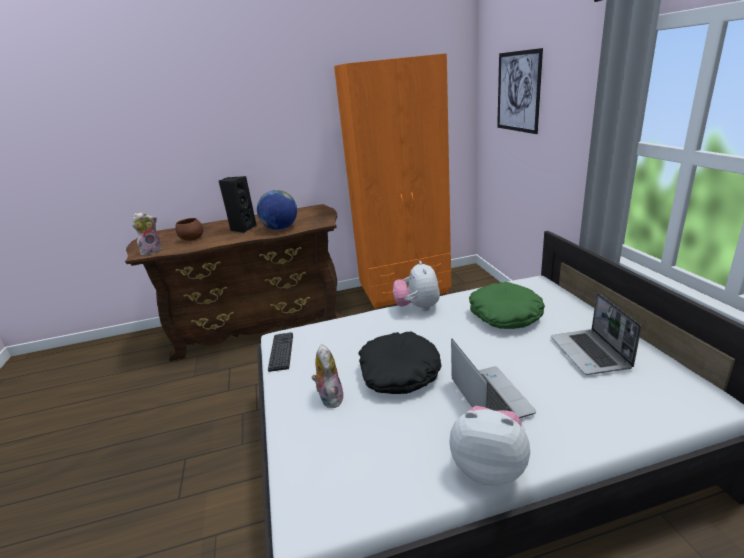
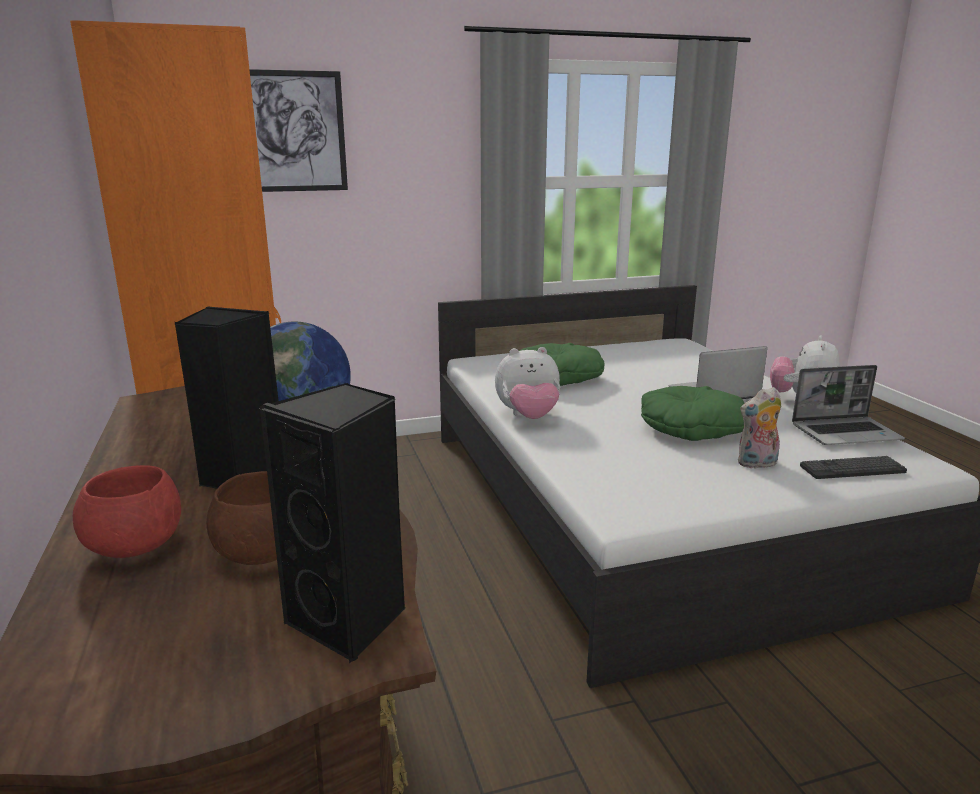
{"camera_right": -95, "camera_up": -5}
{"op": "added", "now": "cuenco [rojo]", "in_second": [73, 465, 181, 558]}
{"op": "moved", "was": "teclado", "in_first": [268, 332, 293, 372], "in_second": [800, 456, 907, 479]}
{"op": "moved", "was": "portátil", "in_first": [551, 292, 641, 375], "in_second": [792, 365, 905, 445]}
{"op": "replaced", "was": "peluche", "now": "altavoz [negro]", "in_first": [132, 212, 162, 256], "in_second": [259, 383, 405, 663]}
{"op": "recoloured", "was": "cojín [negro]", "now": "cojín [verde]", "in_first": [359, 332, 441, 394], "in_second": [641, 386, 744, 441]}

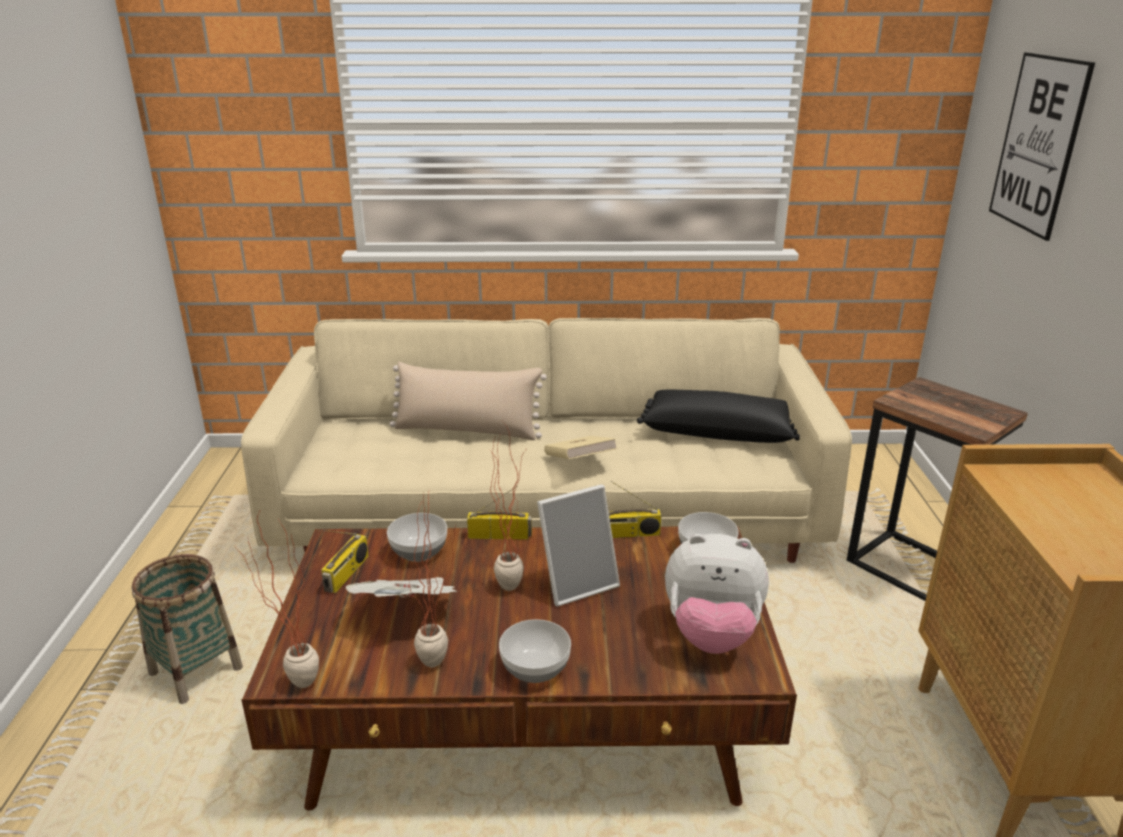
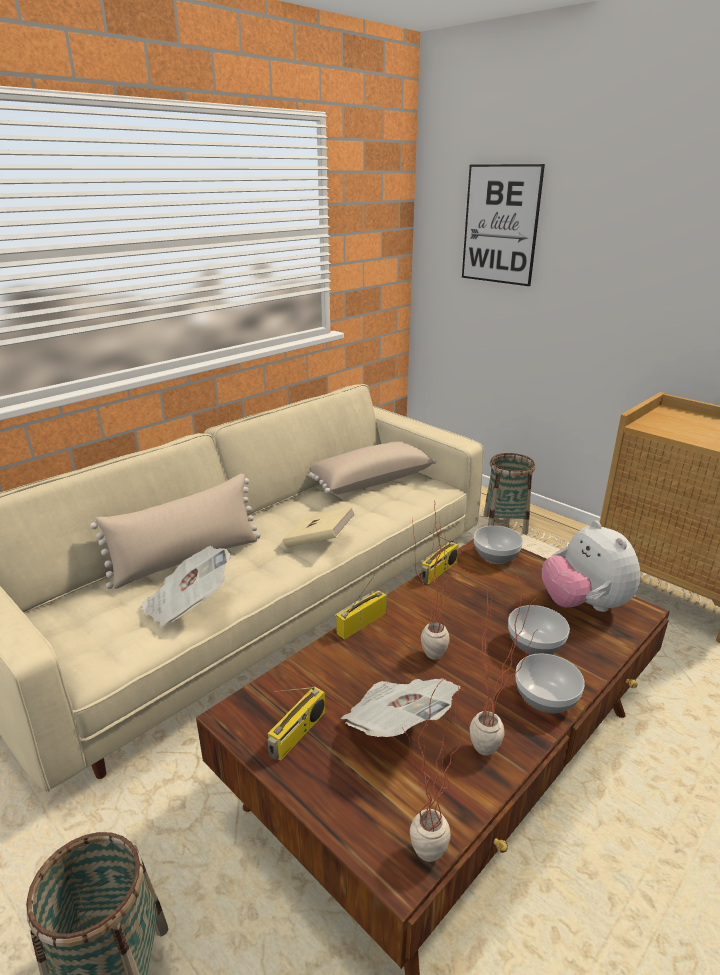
{"camera_right": -45, "camera_up": 0}
{"op": "removed", "was": "portarretratos", "in_first": [537, 484, 620, 607]}
{"op": "added", "now": "periódico", "in_second": [141, 546, 231, 627]}
{"op": "moved", "was": "cuenco", "in_first": [387, 513, 447, 562], "in_second": [508, 605, 570, 655]}
{"op": "replaced", "was": "mesa auxiliar", "now": "cesta", "in_first": [847, 377, 1028, 601], "in_second": [484, 453, 535, 535]}
{"op": "recoloured", "was": "cojín [negro]", "now": "cojín [beis]", "in_first": [637, 390, 800, 443], "in_second": [309, 441, 436, 494]}
{"op": "turned", "was": "radio", "in_first": [321, 530, 369, 593], "in_second": [267, 686, 326, 761], "clockwise": 60}
{"op": "turned", "was": "peluche", "in_first": [665, 534, 769, 654], "in_second": [542, 520, 640, 612], "clockwise": 105}

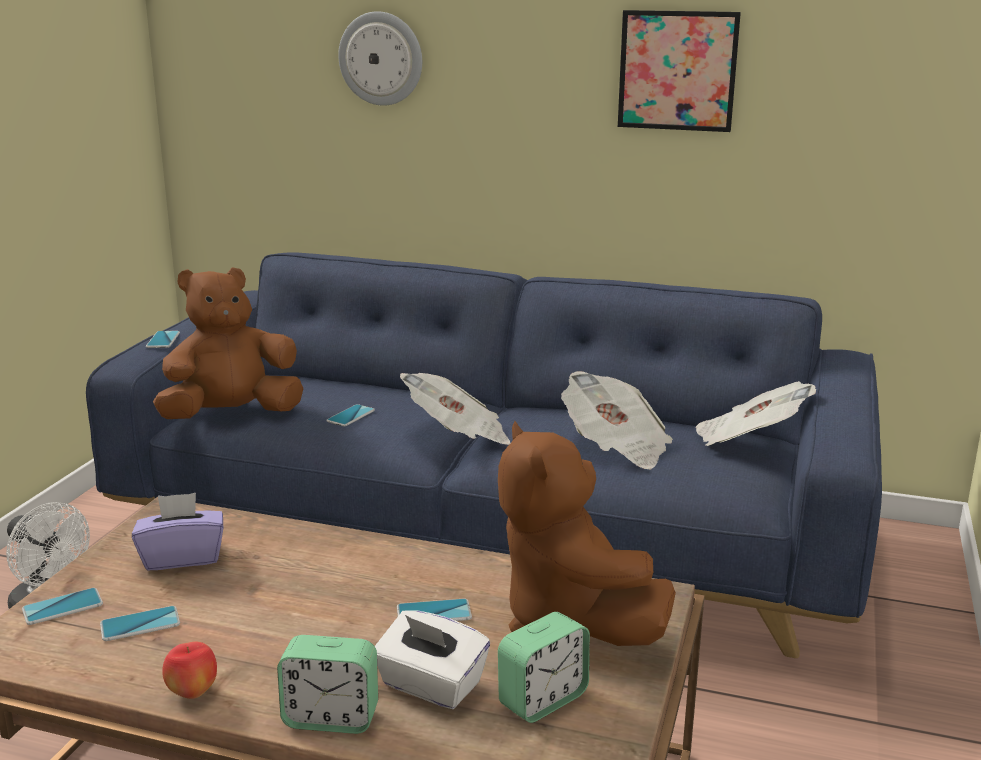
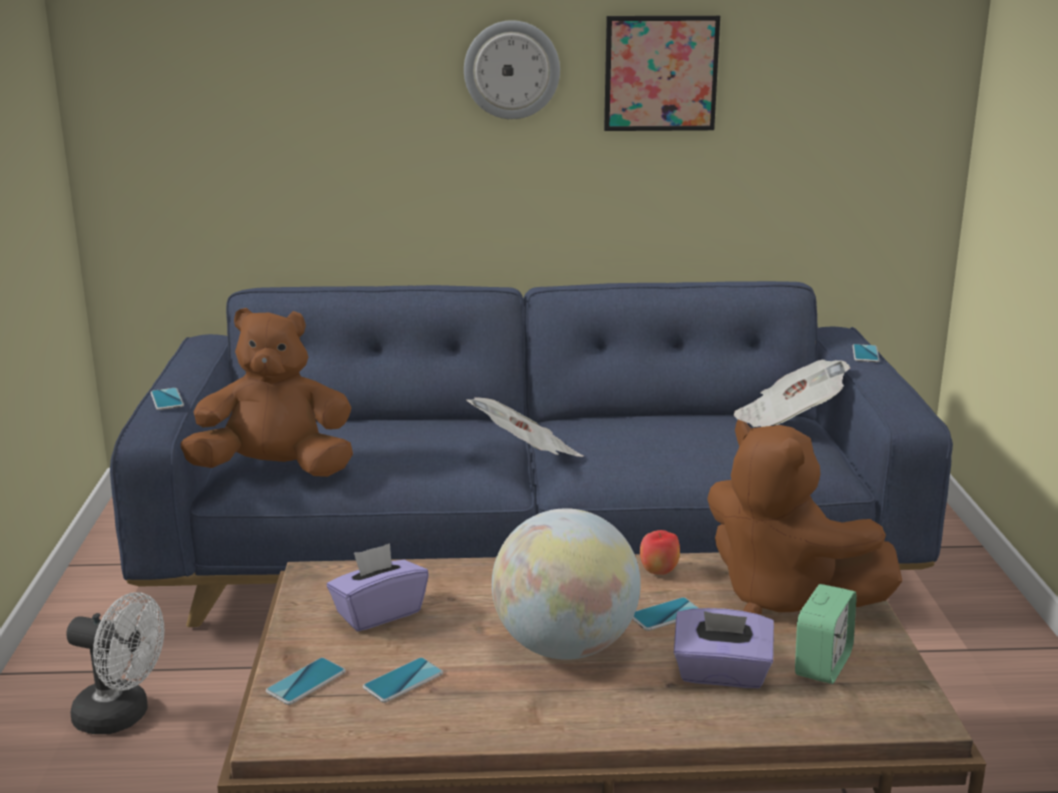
{"camera_right": -20, "camera_up": 0}
{"op": "removed", "was": "despertador", "in_first": [277, 635, 378, 734]}
{"op": "removed", "was": "periódico", "in_first": [561, 371, 673, 469]}
{"op": "added", "now": "globo terráqueo", "in_second": [492, 508, 641, 660]}
{"op": "moved", "was": "manzana", "in_first": [162, 642, 217, 699], "in_second": [640, 530, 680, 575]}
{"op": "moved", "was": "móvil", "in_first": [326, 404, 375, 427], "in_second": [852, 344, 880, 362]}
{"op": "moved", "was": "reloj de pared", "in_first": [338, 11, 422, 106], "in_second": [464, 20, 560, 119]}
{"op": "recoloured", "was": "caja de pañuelos [blanco]", "now": "caja de pañuelos [morado]", "in_first": [375, 611, 490, 709], "in_second": [674, 608, 774, 688]}
{"op": "turned", "was": "peluche [marrón]", "in_first": [153, 267, 304, 419], "in_second": [181, 308, 353, 477], "clockwise": 45}

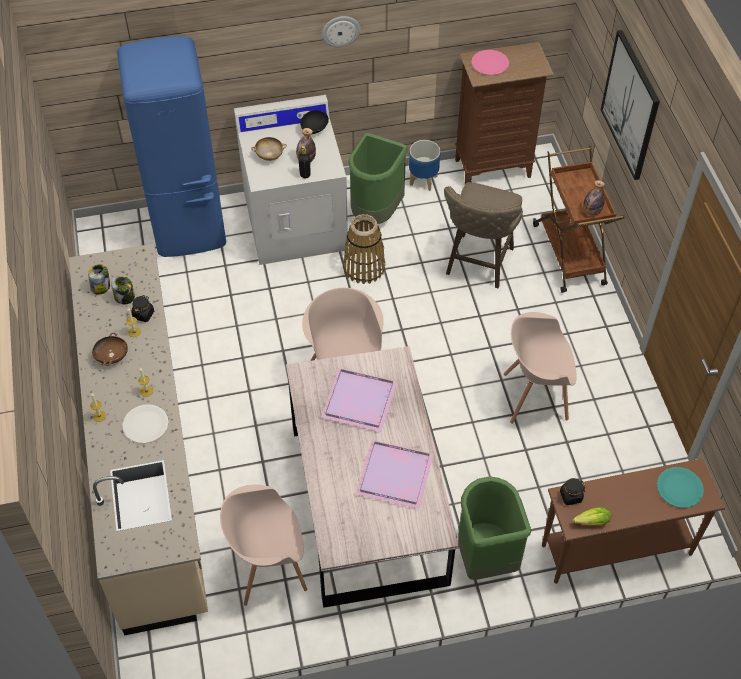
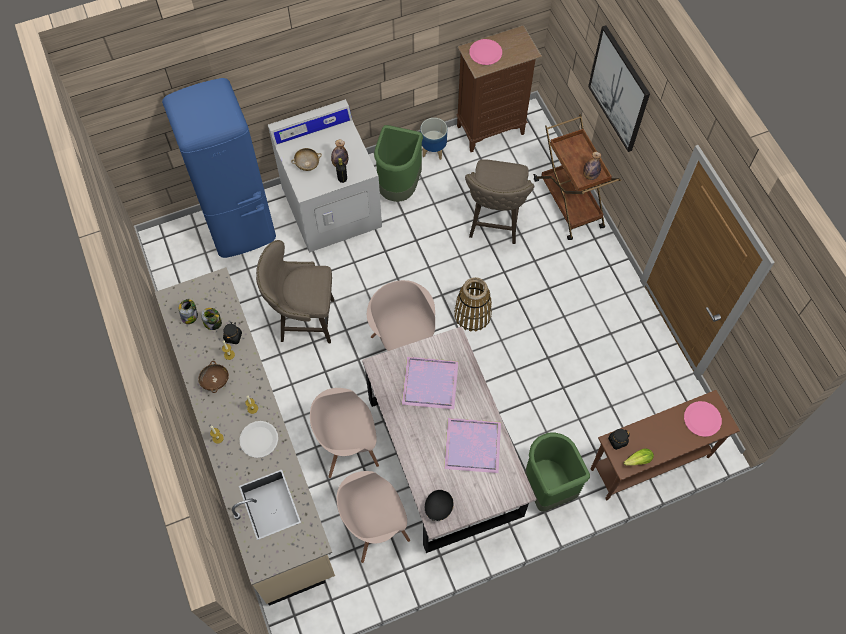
{"camera_right": -10, "camera_up": 10}
{"op": "removed", "was": "reloj de pared", "in_first": [322, 16, 360, 48]}
{"op": "added", "now": "taburete [beis]", "in_second": [256, 240, 334, 343]}
{"op": "moved", "was": "cuenco [negro]", "in_first": [300, 110, 329, 134], "in_second": [425, 490, 454, 521]}
{"op": "moved", "was": "cesta", "in_first": [343, 214, 385, 284], "in_second": [454, 277, 492, 332]}
{"op": "moved", "was": "silla [beis]", "in_first": [504, 312, 577, 424], "in_second": [310, 388, 379, 478]}
{"op": "recoloured", "was": "plato [turquesa]", "now": "plato [rosa]", "in_first": [657, 467, 704, 508], "in_second": [684, 401, 722, 437]}

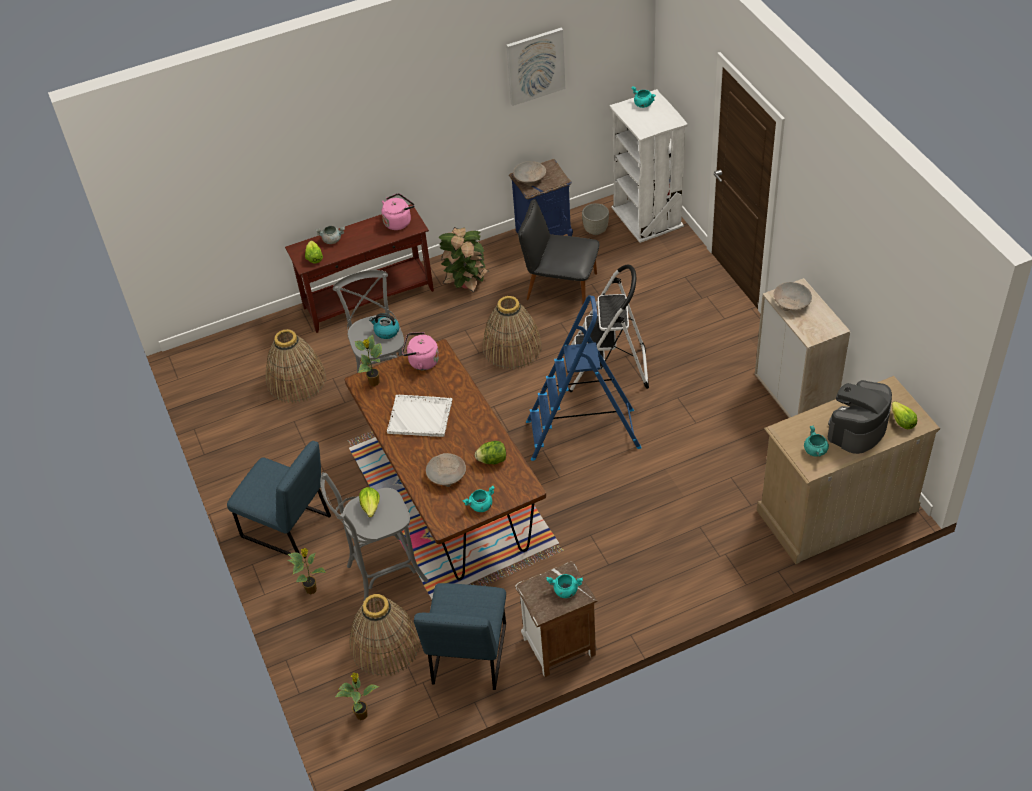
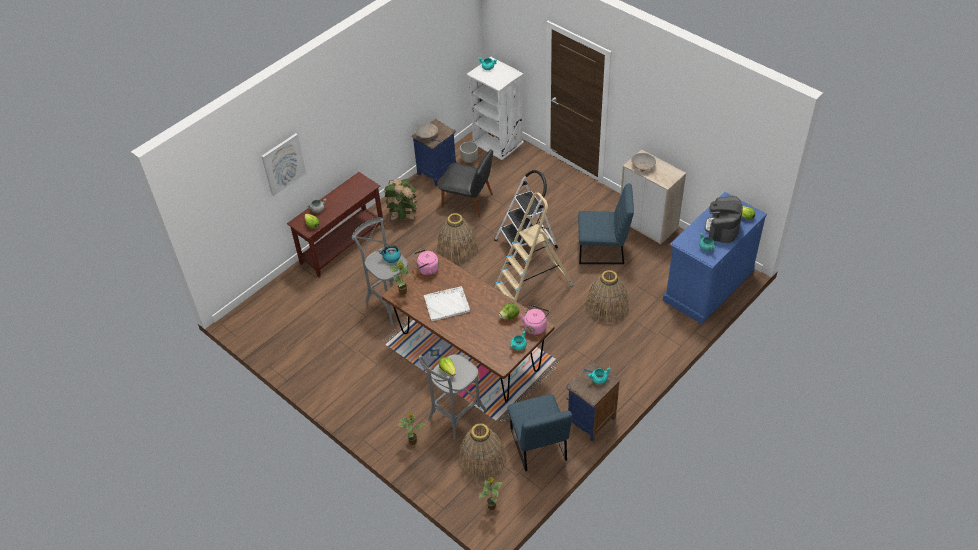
{"camera_right": -25, "camera_up": 0}
{"op": "removed", "was": "cuenco [beis]", "in_first": [426, 453, 466, 487]}
{"op": "moved", "was": "silla [azul]", "in_first": [227, 441, 331, 556], "in_second": [578, 184, 634, 264]}
{"op": "moved", "was": "cesta", "in_first": [266, 329, 326, 404], "in_second": [586, 270, 629, 323]}
{"op": "moved", "was": "hervidor [rosa]", "in_first": [381, 193, 415, 230], "in_second": [520, 305, 549, 335]}
{"op": "moved", "was": "cuadro", "in_first": [506, 28, 565, 106], "in_second": [261, 133, 306, 196]}
{"op": "recoloured", "was": "mesita de noche [blanco]", "now": "mesita de noche [azul]", "in_first": [515, 562, 598, 677], "in_second": [566, 362, 621, 442]}
{"op": "recoloured", "was": "escalera de tijera [azul]", "now": "escalera de tijera [beis]", "in_first": [526, 295, 642, 461], "in_second": [495, 192, 574, 302]}
{"op": "recoloured", "was": "cómoda [beis]", "now": "cómoda [azul]", "in_first": [757, 376, 940, 564], "in_second": [663, 192, 767, 325]}
{"op": "turned", "was": "silla [negro]", "in_first": [518, 199, 599, 304], "in_second": [438, 149, 493, 218], "clockwise": -150}

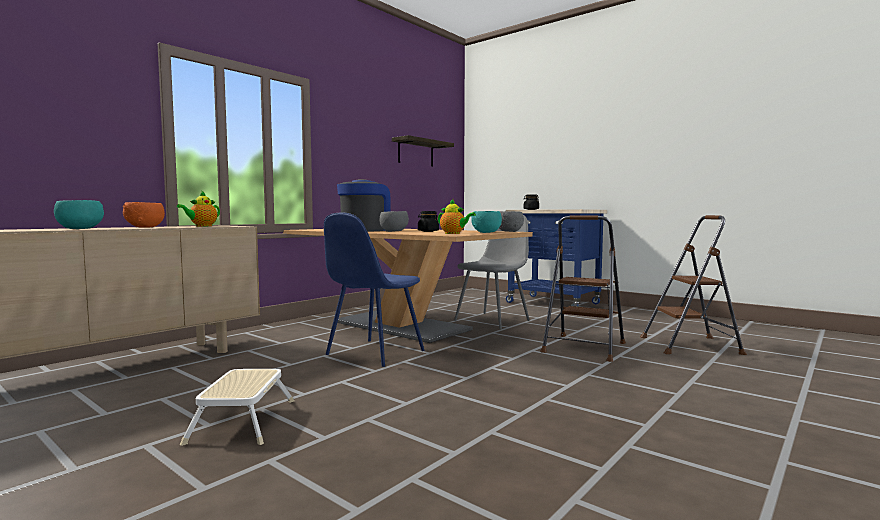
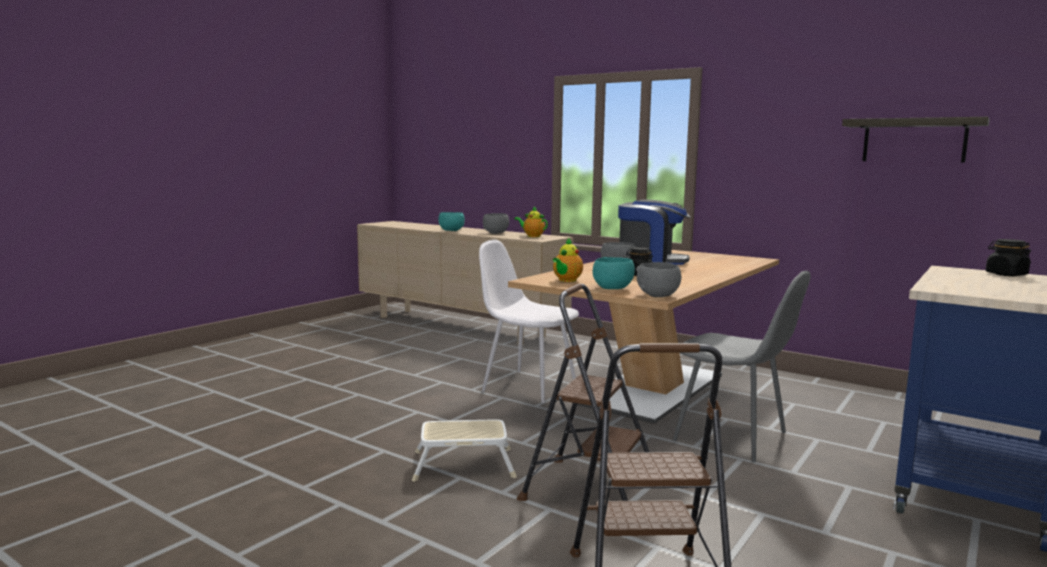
{"camera_right": 85, "camera_up": 5}
{"op": "moved", "was": "escalera de tijera [beis]", "in_first": [180, 369, 294, 446], "in_second": [412, 419, 517, 482]}
{"op": "recoloured", "was": "cuenco [naranja]", "now": "cuenco [gris]", "in_first": [123, 202, 165, 228], "in_second": [483, 213, 509, 234]}
{"op": "recoloured", "was": "silla [azul]", "now": "silla [blanco]", "in_first": [324, 213, 424, 367], "in_second": [479, 240, 579, 403]}

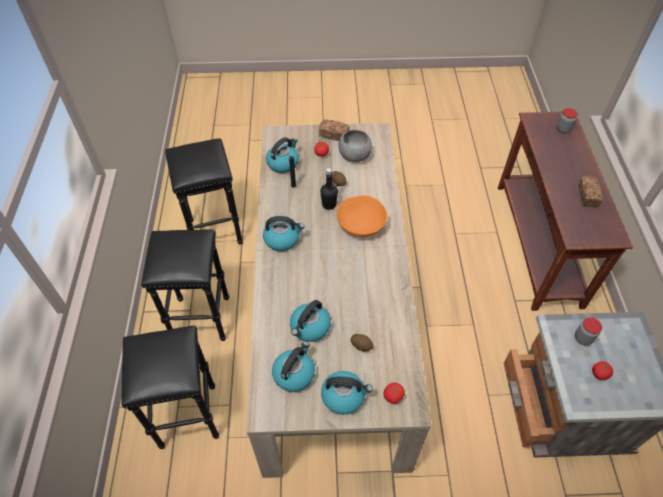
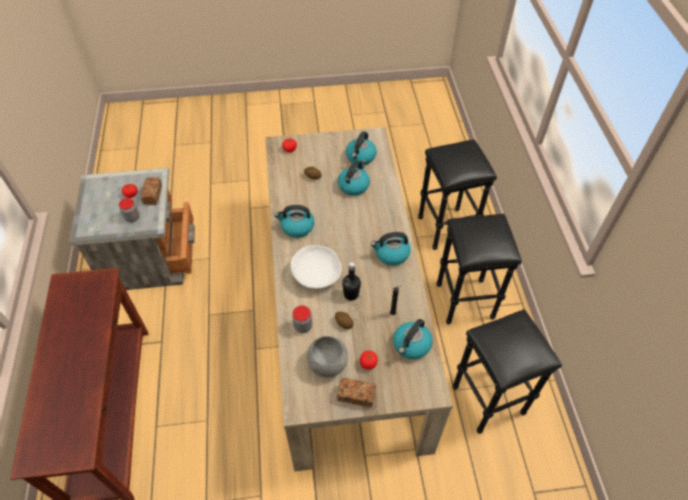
{"camera_right": 175, "camera_up": 0}
{"op": "moved", "was": "hervidor", "in_first": [321, 371, 373, 415], "in_second": [274, 205, 314, 238]}
{"op": "moved", "was": "tarro", "in_first": [556, 108, 578, 133], "in_second": [292, 306, 312, 333]}
{"op": "moved", "was": "pan", "in_first": [578, 175, 603, 208], "in_second": [141, 177, 162, 205]}
{"op": "recoloured", "was": "cuenco [naranja]", "now": "cuenco [blanco]", "in_first": [337, 195, 388, 237], "in_second": [291, 245, 342, 289]}

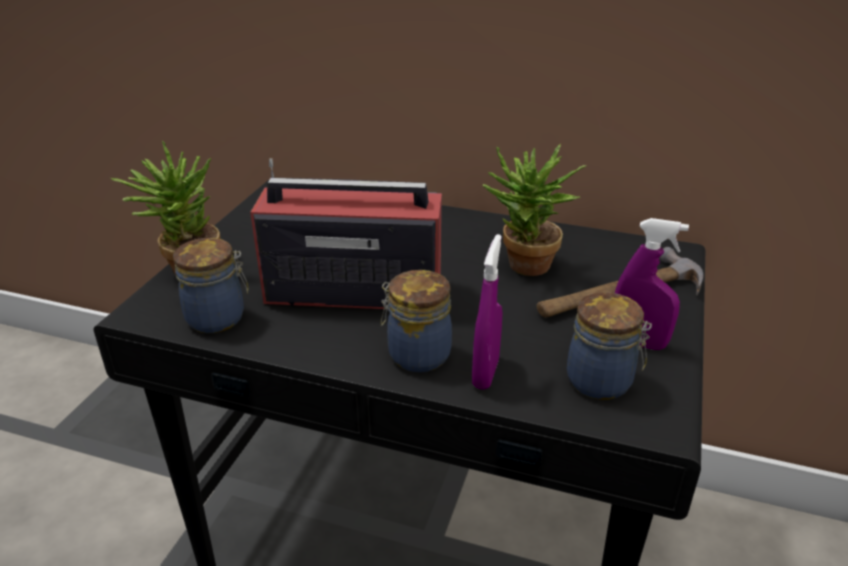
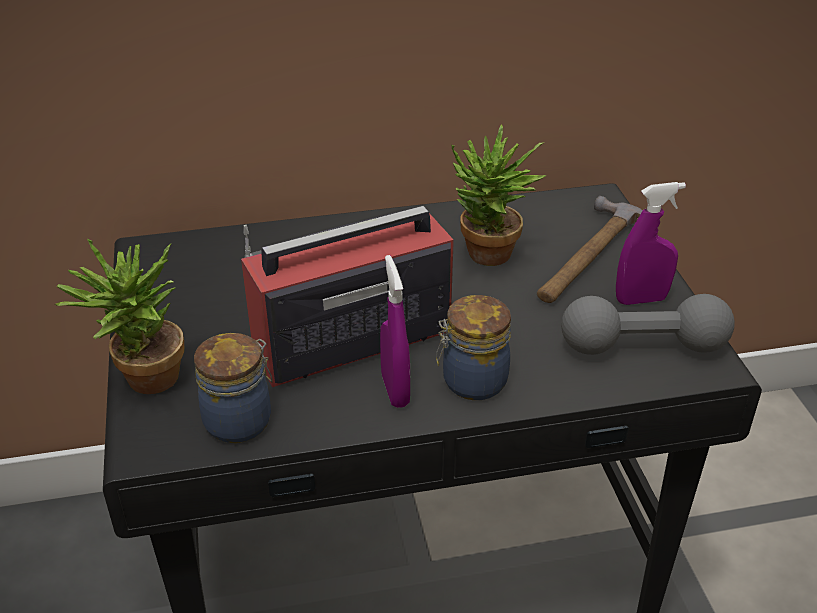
{"camera_right": -30, "camera_up": 5}
{"op": "moved", "was": "pulverizador [morado]", "in_first": [472, 234, 502, 390], "in_second": [380, 255, 410, 408]}
{"op": "replaced", "was": "tarro", "now": "mancuerna [gris]", "in_first": [567, 292, 652, 400], "in_second": [561, 294, 735, 355]}

